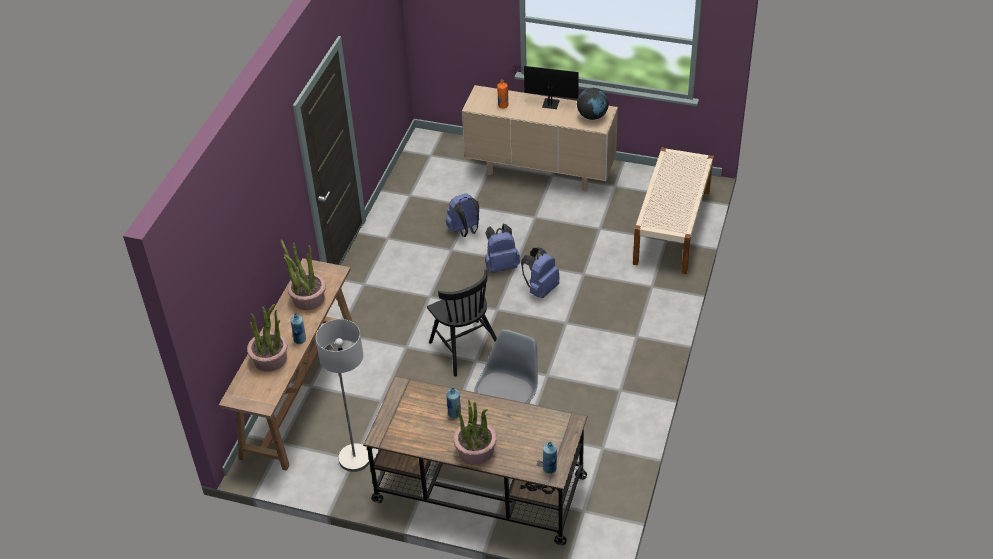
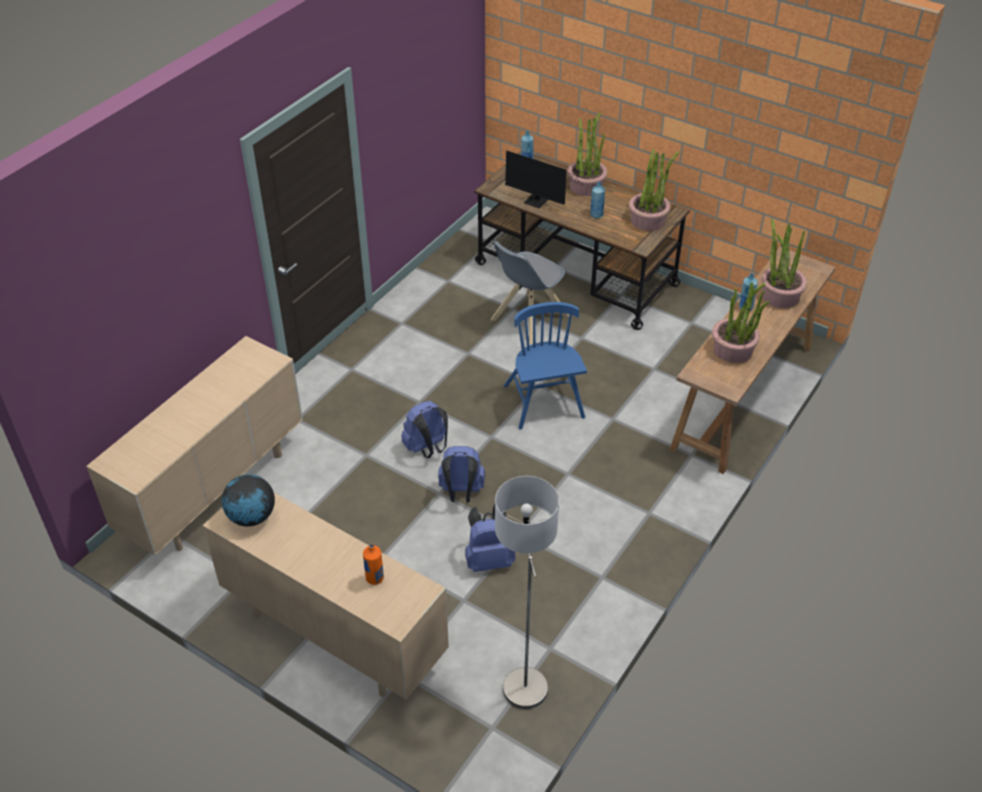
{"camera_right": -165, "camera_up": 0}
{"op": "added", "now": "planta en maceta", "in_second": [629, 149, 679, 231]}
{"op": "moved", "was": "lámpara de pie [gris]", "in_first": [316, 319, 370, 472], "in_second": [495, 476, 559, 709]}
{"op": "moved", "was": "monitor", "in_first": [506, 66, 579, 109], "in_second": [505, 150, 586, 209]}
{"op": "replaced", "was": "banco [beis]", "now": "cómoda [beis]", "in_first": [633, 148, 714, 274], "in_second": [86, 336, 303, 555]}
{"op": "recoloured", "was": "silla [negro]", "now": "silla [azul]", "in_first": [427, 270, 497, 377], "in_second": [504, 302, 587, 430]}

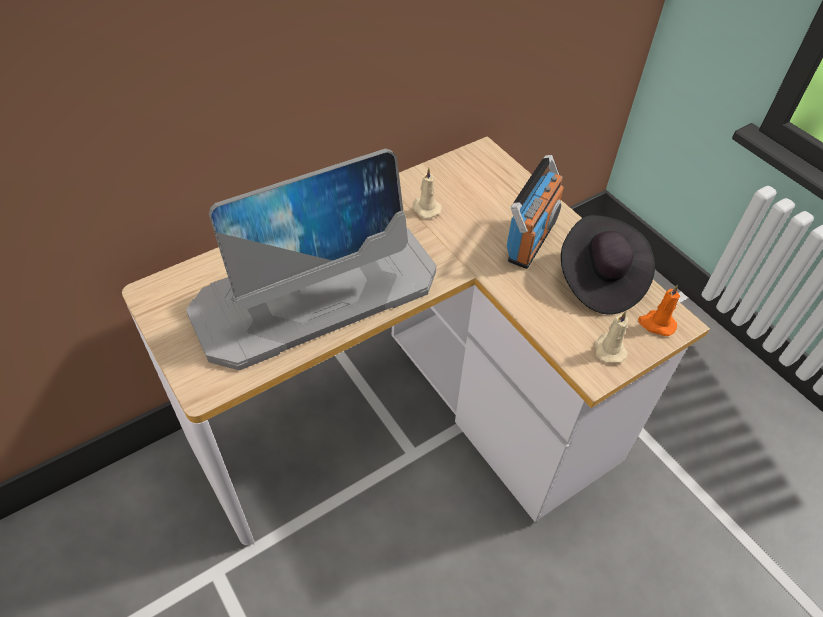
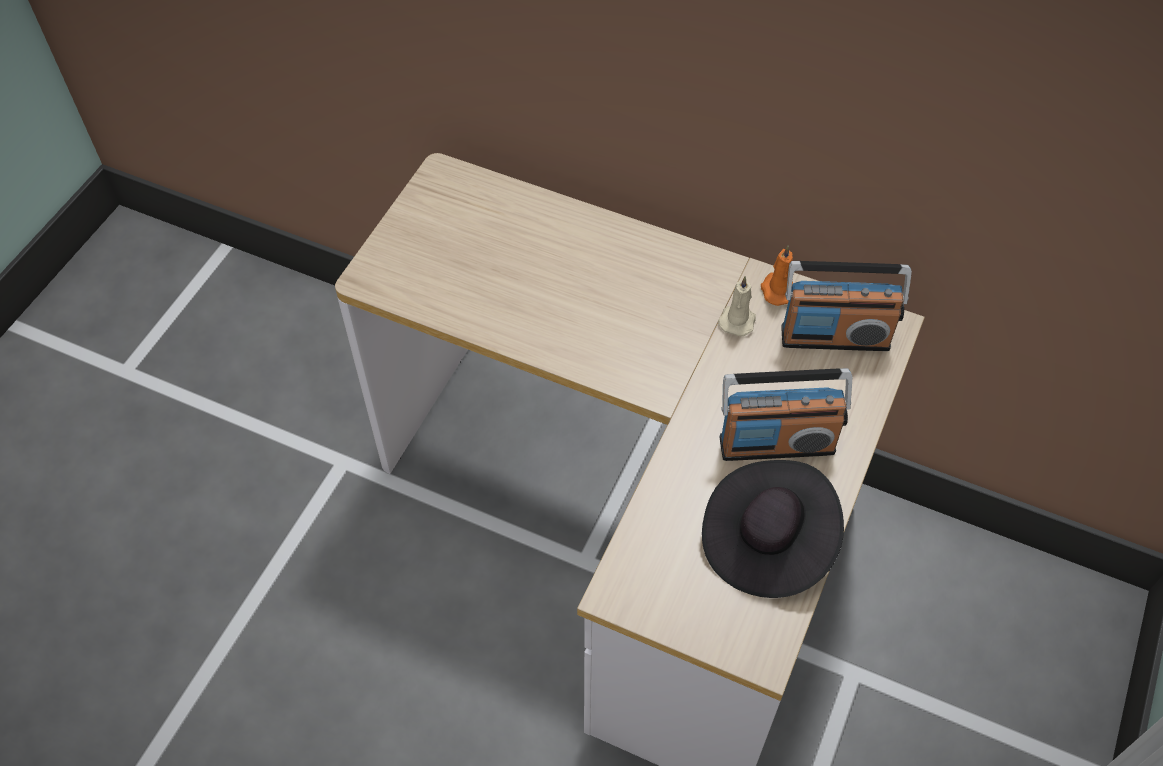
{"camera_right": 60, "camera_up": 5}
{"op": "removed", "was": "monitor", "in_first": [186, 149, 436, 371]}
{"op": "removed", "was": "vela [beis]", "in_first": [594, 311, 628, 363]}
{"op": "added", "now": "radio", "in_second": [781, 261, 912, 351]}
{"op": "moved", "was": "vela [naranja]", "in_first": [638, 284, 680, 336], "in_second": [761, 246, 793, 306]}

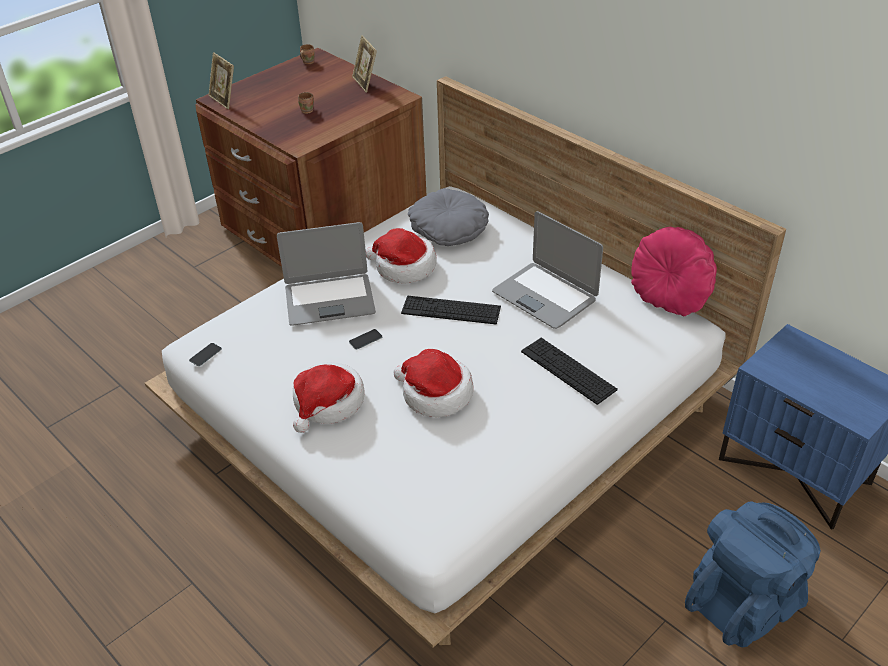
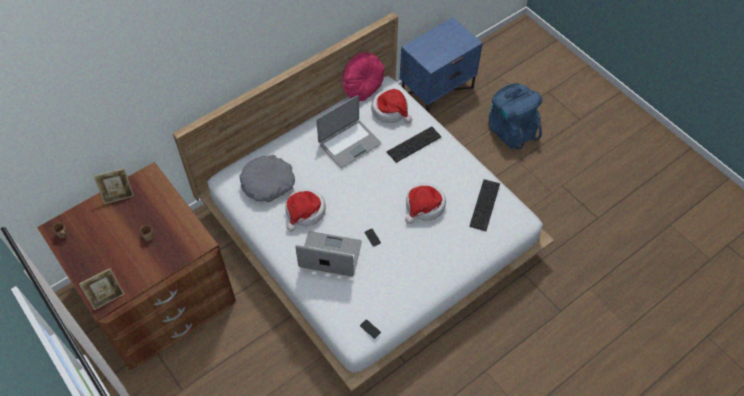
{"camera_right": -85, "camera_up": 15}
{"op": "moved", "was": "sombrero", "in_first": [293, 362, 364, 433], "in_second": [371, 89, 412, 123]}
{"op": "moved", "was": "teclado", "in_first": [401, 296, 501, 324], "in_second": [469, 179, 500, 231]}
{"op": "turned", "was": "portátil", "in_first": [277, 222, 376, 326], "in_second": [295, 231, 362, 276], "clockwise": -75}

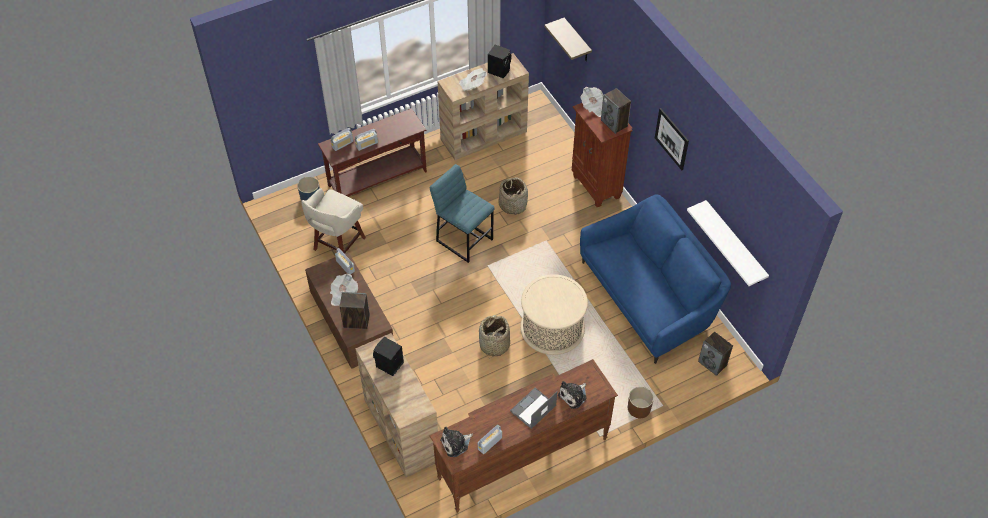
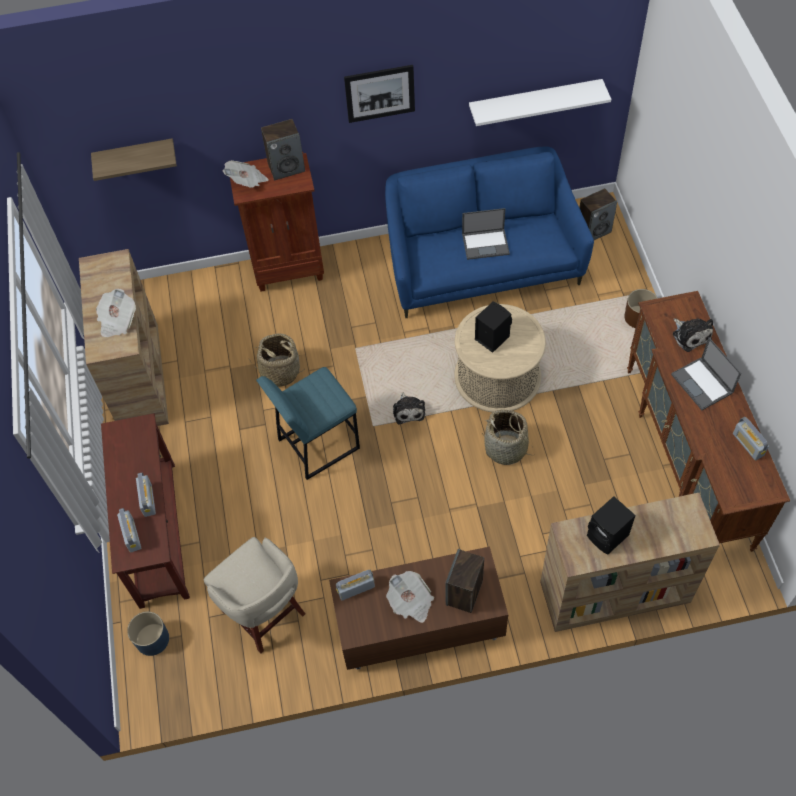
{"camera_right": -70, "camera_up": 5}
{"op": "added", "now": "portátil", "in_second": [462, 208, 510, 260]}
{"op": "moved", "was": "peluche", "in_first": [440, 427, 473, 457], "in_second": [393, 393, 425, 424]}
{"op": "moved", "was": "altavoz [negro]", "in_first": [488, 45, 511, 78], "in_second": [475, 301, 512, 353]}

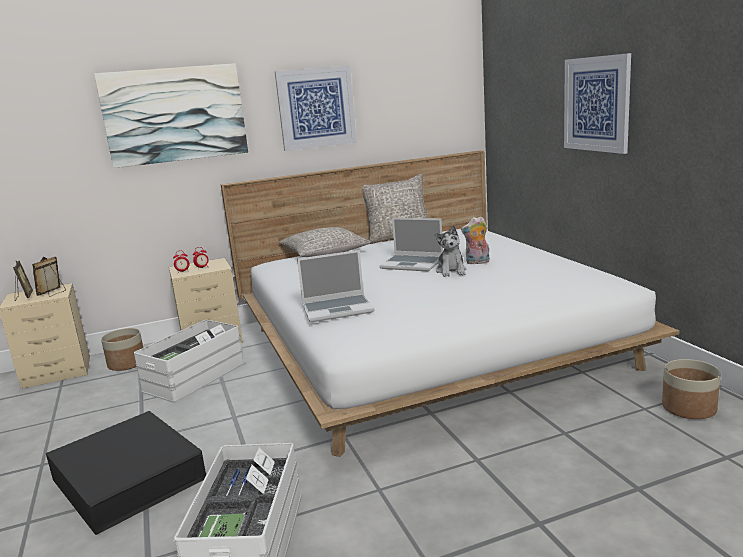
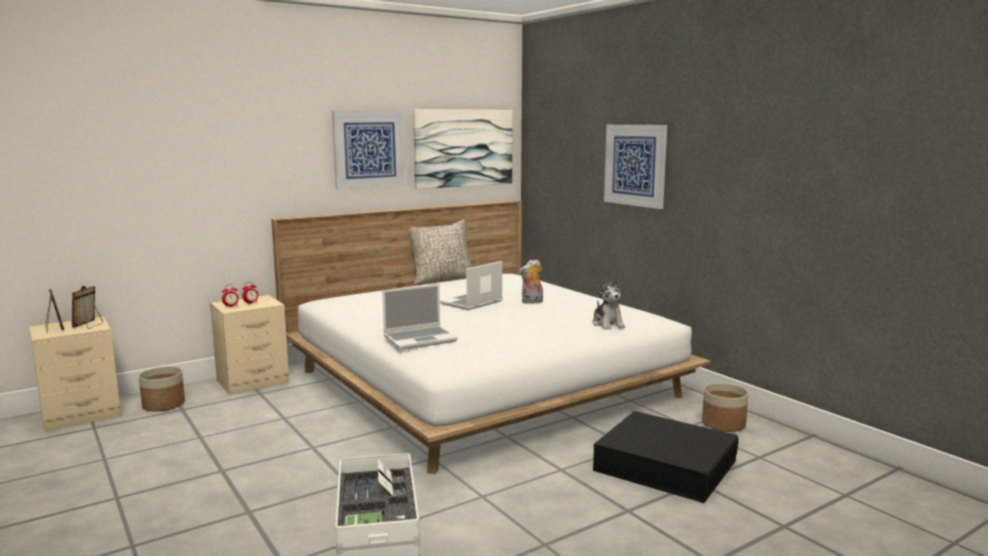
{"camera_right": -15, "camera_up": -5}
{"op": "removed", "was": "caja de almacenaje [blanco]", "in_first": [134, 320, 245, 403]}
{"op": "removed", "was": "cojín [gris]", "in_first": [279, 227, 371, 257]}
{"op": "moved", "was": "caja de almacenaje [negro]", "in_first": [46, 411, 206, 535], "in_second": [593, 411, 739, 503]}
{"op": "moved", "was": "cuadro", "in_first": [94, 63, 248, 168], "in_second": [413, 109, 513, 189]}
{"op": "moved", "was": "peluche", "in_first": [435, 225, 466, 277], "in_second": [592, 278, 625, 329]}
{"op": "turned", "was": "portátil", "in_first": [379, 218, 443, 272], "in_second": [440, 261, 503, 310], "clockwise": 120}

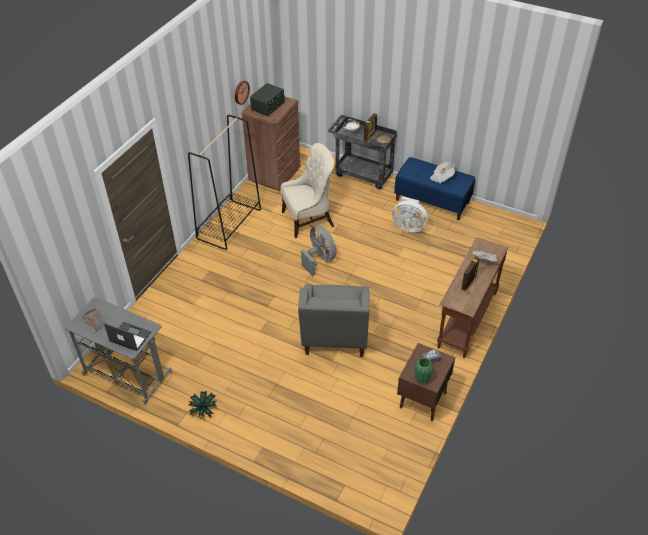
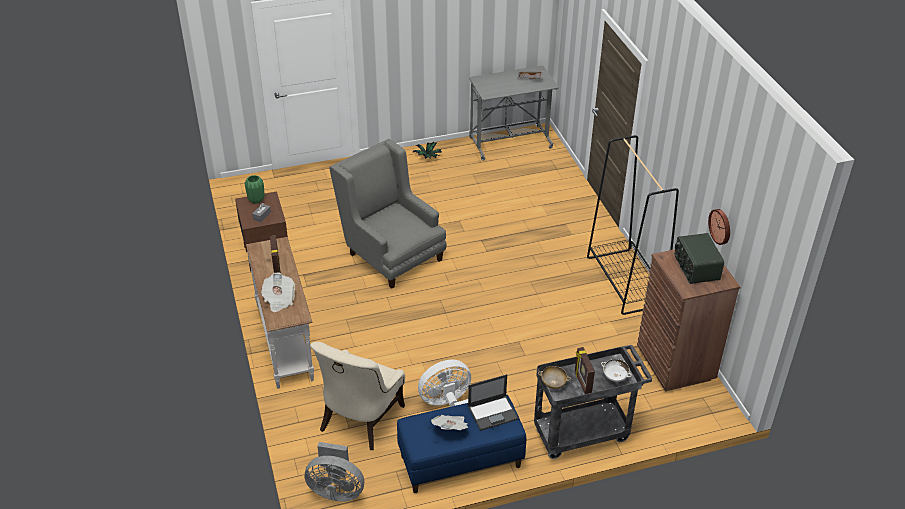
{"camera_right": 135, "camera_up": -5}
{"op": "moved", "was": "portátil", "in_first": [104, 322, 151, 351], "in_second": [468, 374, 519, 431]}
{"op": "moved", "was": "sillón [beis]", "in_first": [281, 143, 334, 238], "in_second": [310, 342, 405, 450]}
{"op": "moved", "was": "ventilador [gris]", "in_first": [301, 225, 336, 276], "in_second": [305, 442, 364, 501]}
{"op": "recoloured", "was": "mesa consola [marrón]", "now": "mesa consola [blanco]", "in_first": [437, 237, 509, 358], "in_second": [246, 237, 314, 389]}

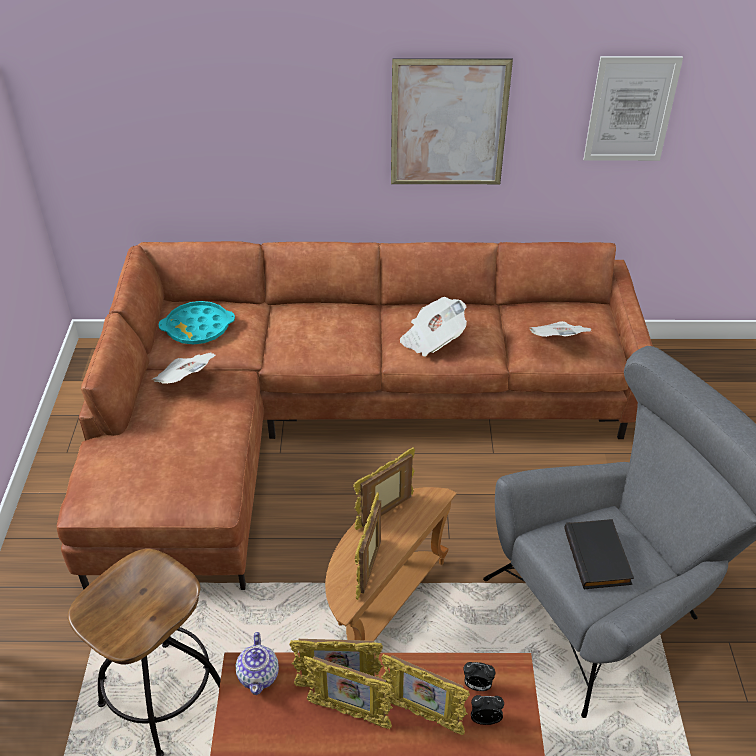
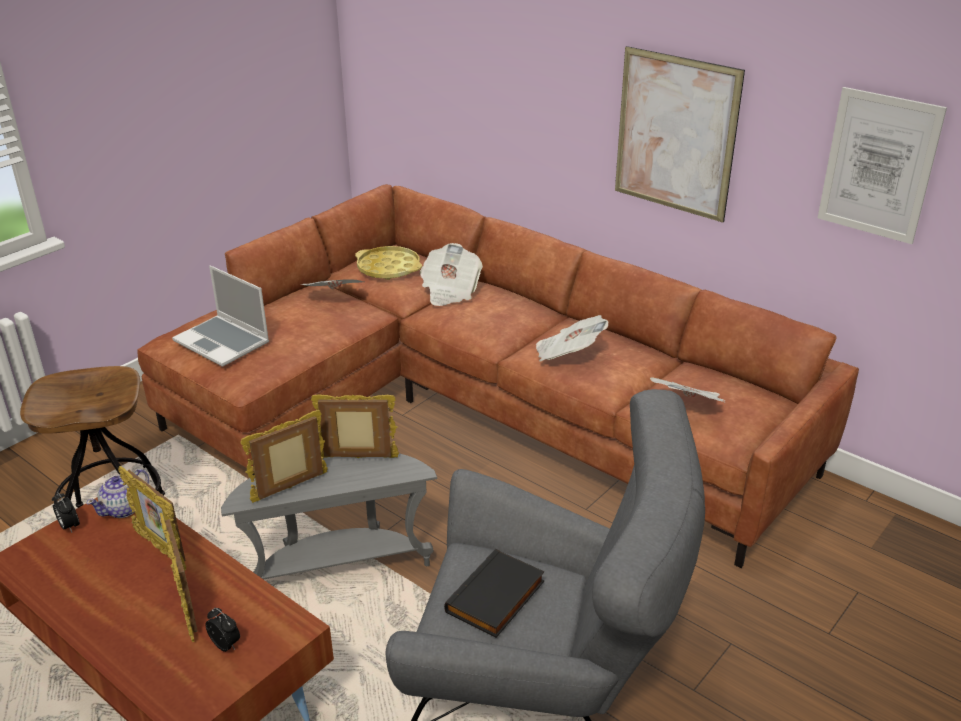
{"camera_right": 40, "camera_up": -10}
{"op": "removed", "was": "portarretratos", "in_first": [303, 656, 393, 729]}
{"op": "added", "now": "portátil", "in_second": [172, 265, 269, 367]}
{"op": "added", "now": "periódico", "in_second": [420, 243, 483, 306]}
{"op": "moved", "was": "despertador", "in_first": [463, 662, 495, 691], "in_second": [52, 492, 80, 532]}
{"op": "recoloured", "was": "bandeja [turquesa]", "now": "bandeja [amarillo]", "in_first": [159, 301, 235, 345], "in_second": [355, 246, 422, 280]}
{"op": "recoloured", "was": "mesa auxiliar [marrón]", "now": "mesa auxiliar [gris]", "in_first": [325, 487, 457, 641], "in_second": [221, 453, 437, 580]}

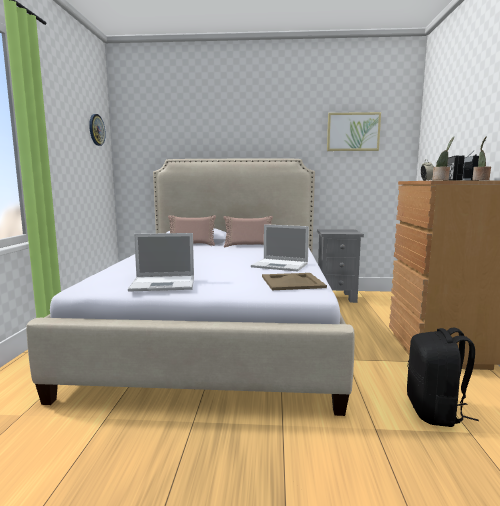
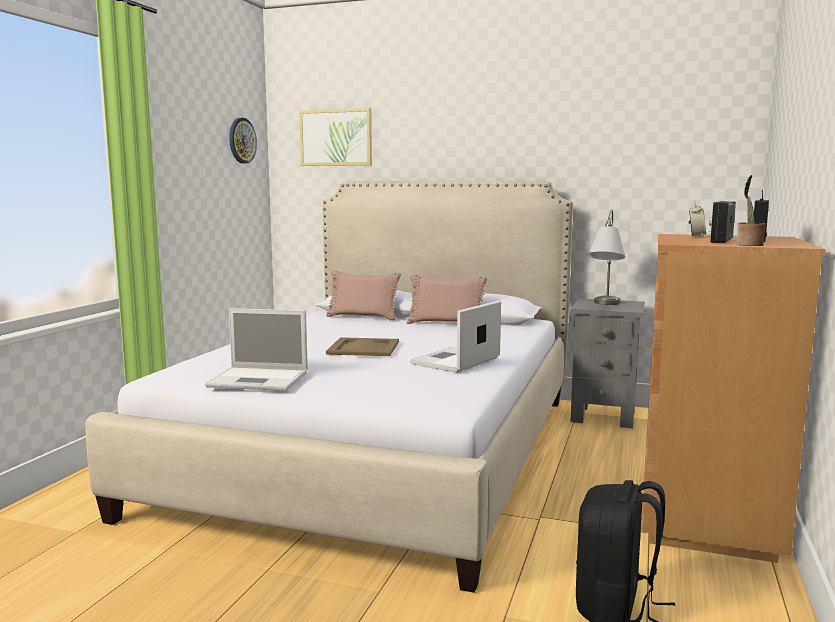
{"camera_right": 15, "camera_up": 0}
{"op": "removed", "was": "planta en maceta", "in_first": [432, 137, 454, 180]}
{"op": "added", "now": "lámpara de mesa [gris]", "in_second": [588, 209, 625, 305]}
{"op": "moved", "was": "bandeja [beis]", "in_first": [262, 273, 327, 290], "in_second": [326, 337, 399, 356]}
{"op": "moved", "was": "cuadro", "in_first": [327, 112, 381, 151], "in_second": [299, 108, 372, 166]}
{"op": "turned", "was": "portátil", "in_first": [251, 224, 309, 272], "in_second": [410, 301, 501, 373], "clockwise": 90}

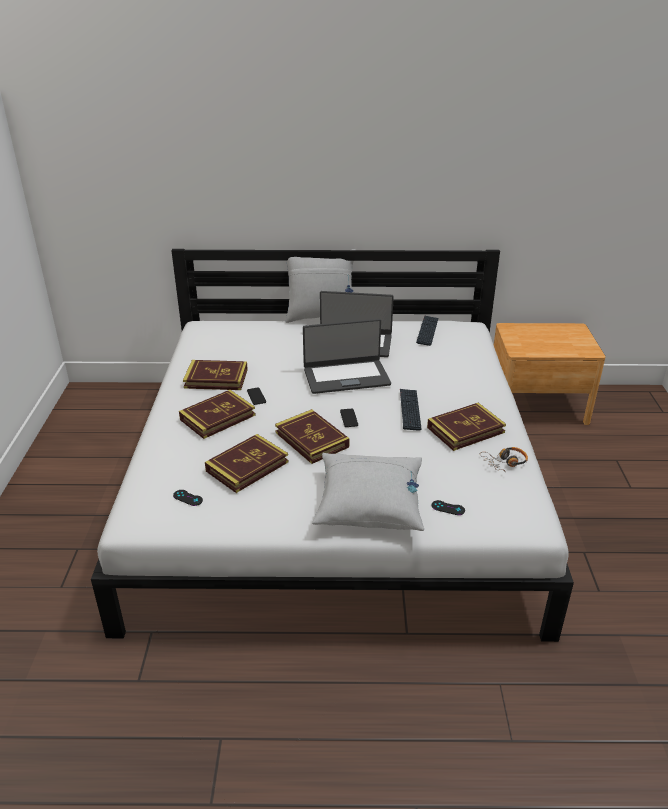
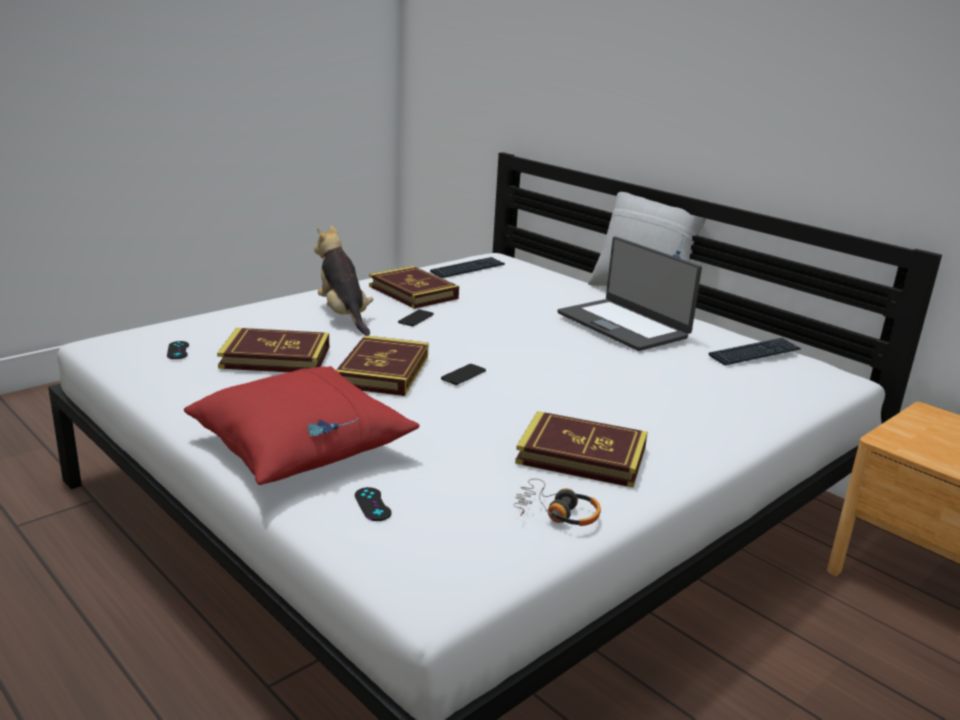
{"camera_right": 45, "camera_up": -10}
{"op": "removed", "was": "portátil", "in_first": [303, 319, 391, 394]}
{"op": "moved", "was": "teclado", "in_first": [400, 389, 421, 431], "in_second": [430, 257, 505, 278]}
{"op": "replaced", "was": "libro", "now": "peluche", "in_first": [179, 390, 255, 439], "in_second": [314, 225, 373, 336]}
{"op": "recoloured", "was": "cojín [gris]", "now": "cojín [rojo]", "in_first": [312, 453, 424, 531], "in_second": [184, 366, 420, 485]}

